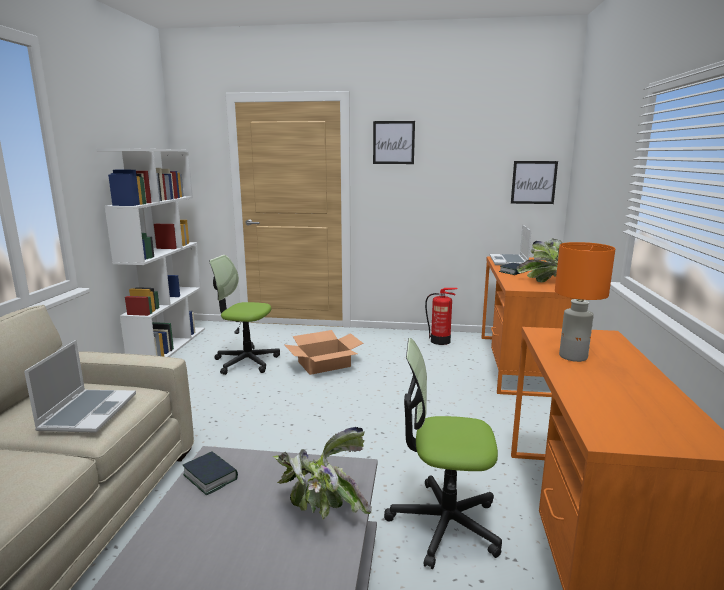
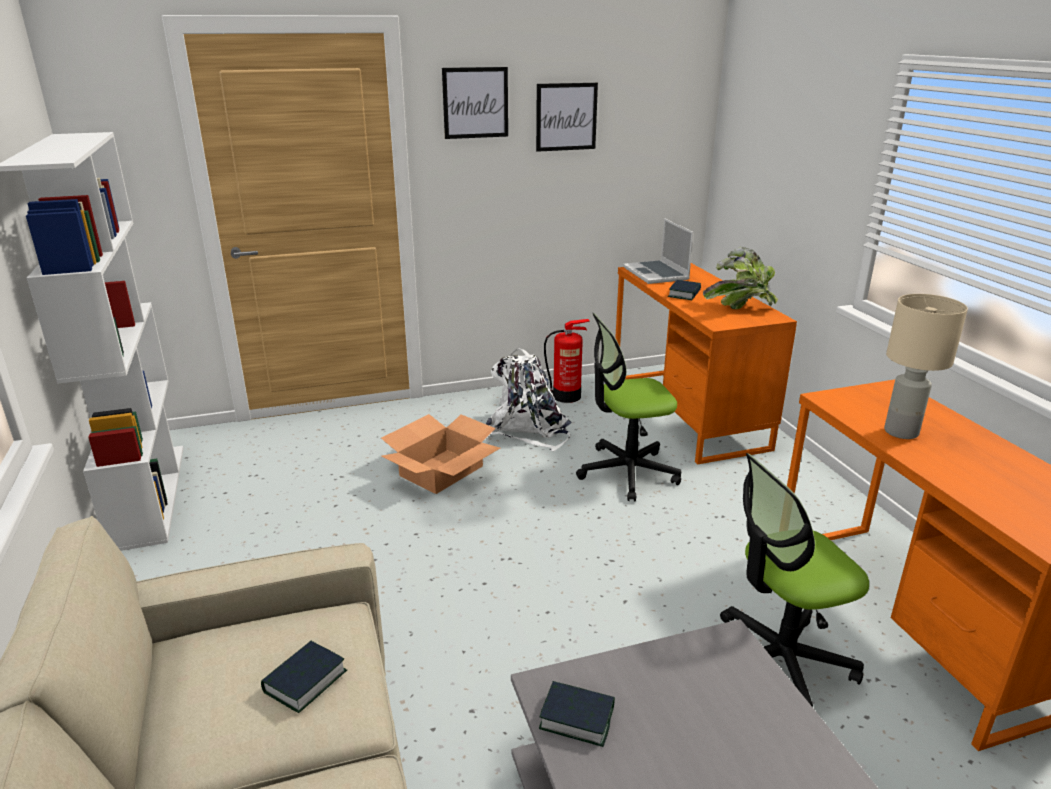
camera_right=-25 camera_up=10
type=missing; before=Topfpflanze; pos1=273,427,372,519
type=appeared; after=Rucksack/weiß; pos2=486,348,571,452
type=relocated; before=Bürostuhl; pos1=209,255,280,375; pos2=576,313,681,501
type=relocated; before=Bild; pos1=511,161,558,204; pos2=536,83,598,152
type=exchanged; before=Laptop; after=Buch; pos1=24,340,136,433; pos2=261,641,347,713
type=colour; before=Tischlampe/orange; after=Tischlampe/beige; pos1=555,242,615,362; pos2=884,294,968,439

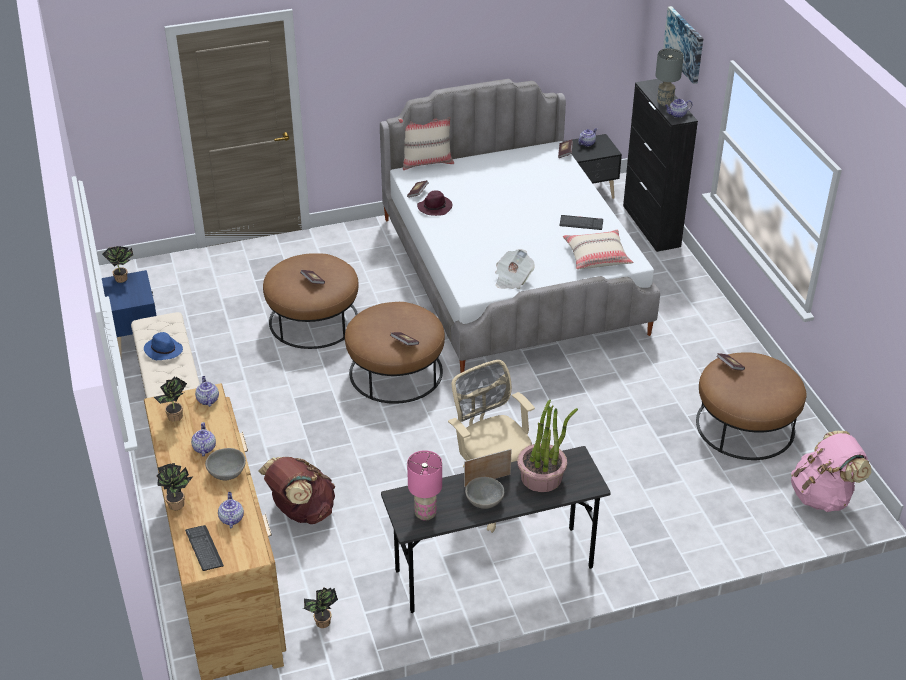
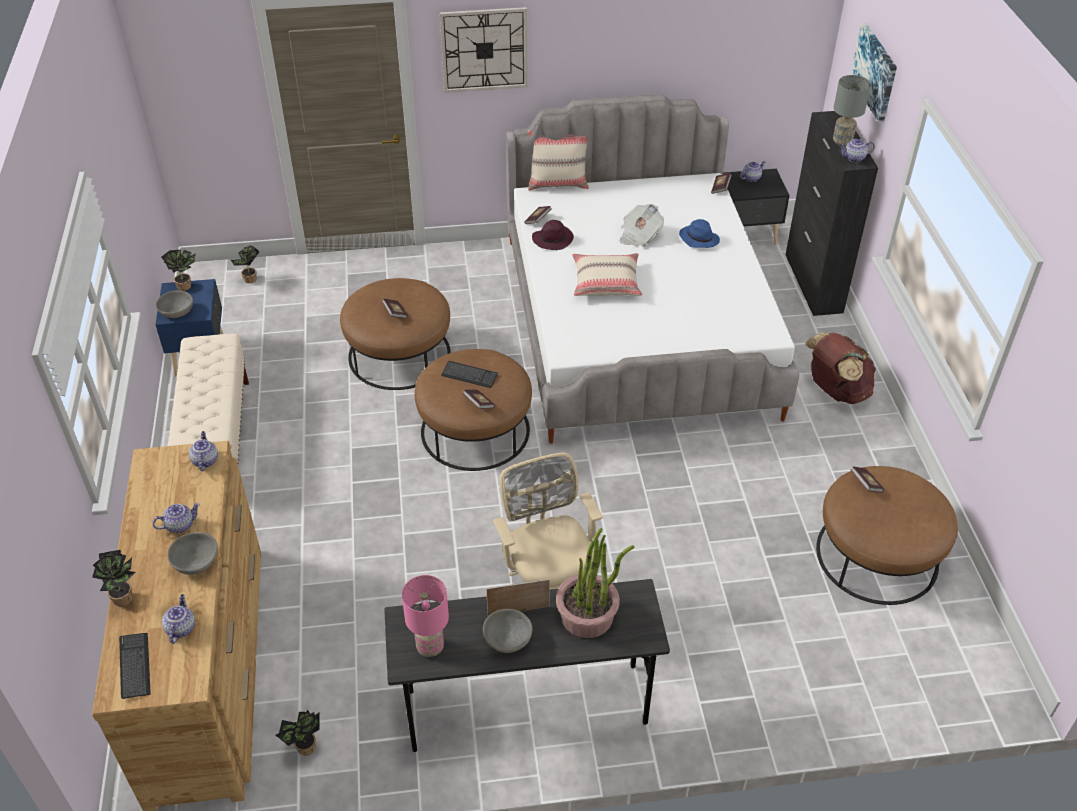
camera_right=10 camera_up=5
type=missing; before=Rucksack/rosa; pos1=791,431,871,512
type=appeared; after=Schüssel/grau; pos2=155,290,193,318
type=appeared; after=Wanduhr; pos2=440,7,527,93
type=relocated; before=Hut/blau; pos1=144,332,183,360; pos2=679,219,720,248
type=relocated; before=Topfpflanze; pos1=154,377,187,421; pos2=231,245,259,283
type=relocated; before=Rucksack/braun; pos1=258,457,335,524; pos2=805,332,876,404
type=relocated; before=Zeitung; pos1=495,249,535,289; pos2=619,204,664,247
type=relocated; before=Tastatur; pos1=559,215,603,230; pos2=441,361,498,388
type=relocated; before=Kissen/beige; pos1=563,230,633,269; pos2=572,253,642,296
type=spun; before=Teekanne; pos1=191,422,216,456; pos2=152,503,200,533; turn=60

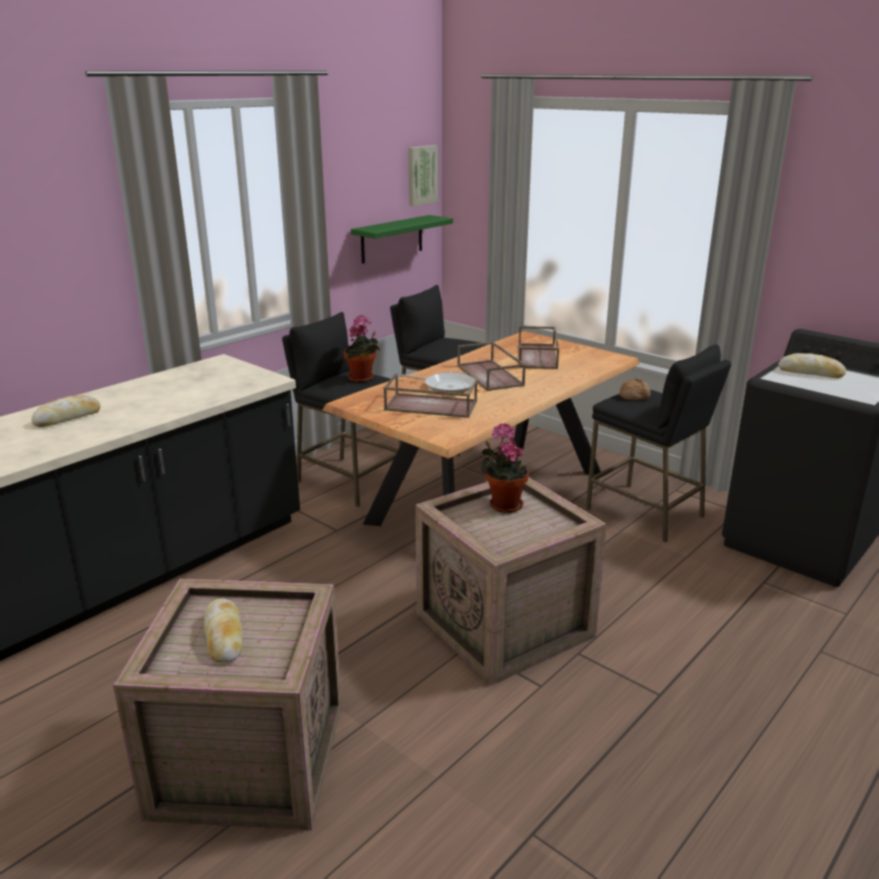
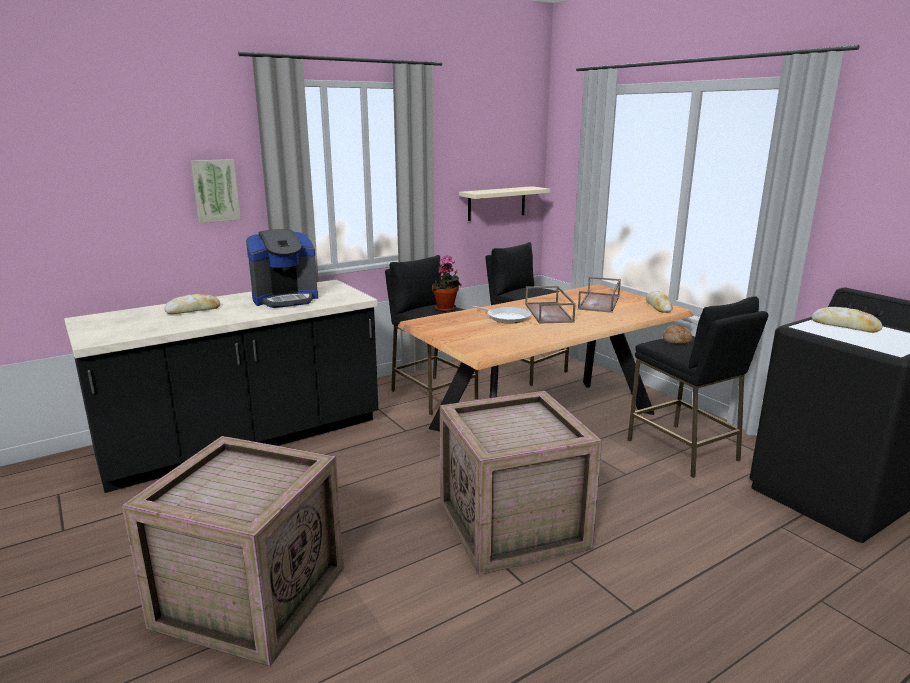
camera_right=15 camera_up=-5
type=missing; before=Tablett/braun; pos1=384,373,477,418
type=missing; before=Topfpflanze; pos1=481,424,529,513
type=appeared; after=Kaffeemaschine; pos2=246,229,318,308
type=relocated; before=Brot; pos1=204,598,242,663; pos2=646,291,673,313
type=relocated; before=Bild; pos1=408,145,438,206; pos2=191,159,241,223
type=colour; before=Wandregal/grün; after=Wandregal/beige; pos1=351,215,453,264; pos2=459,186,550,221

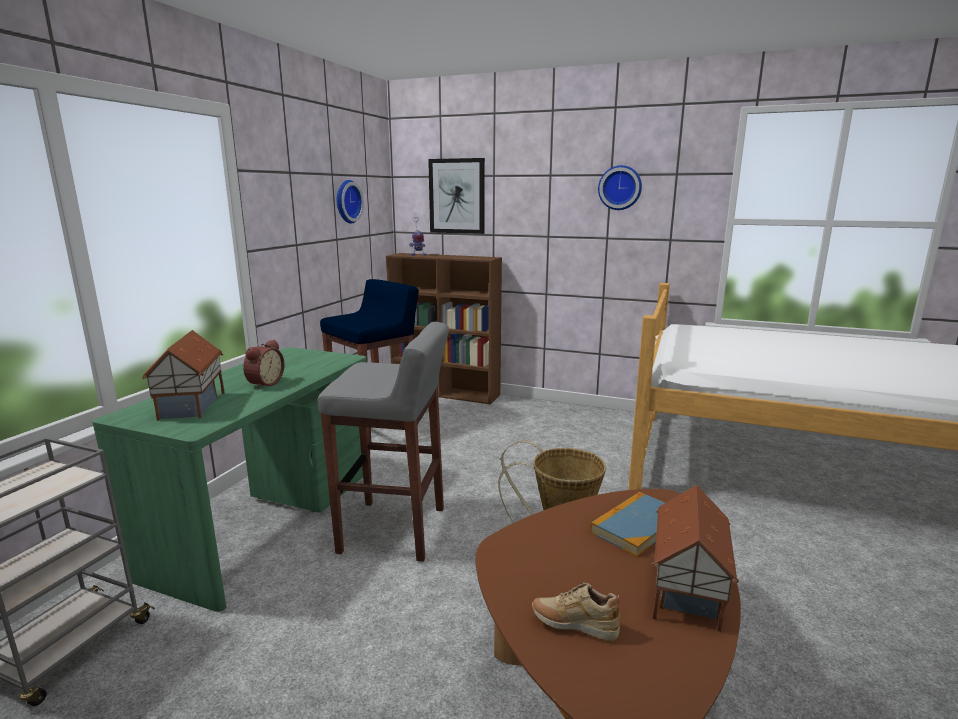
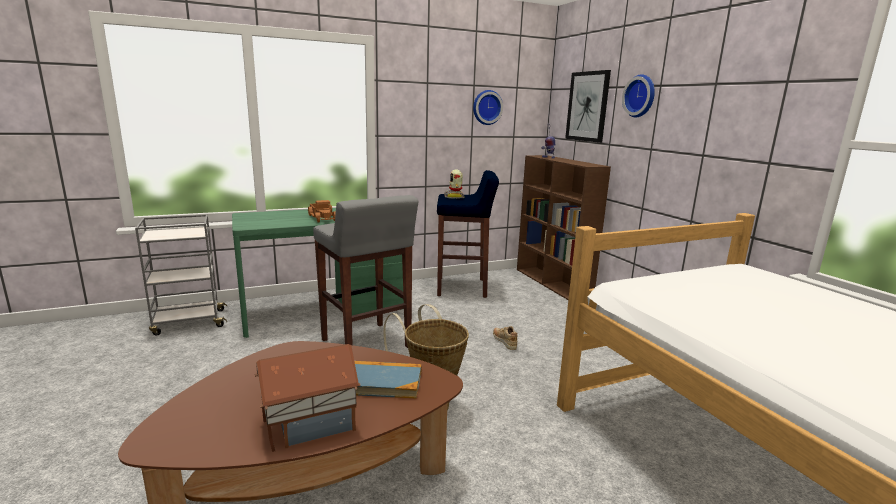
camera_right=45 camera_up=0
type=missing; before=Spielzeughaus; pos1=142,330,225,421
type=appeared; after=Spielzeugroboter; pos2=444,169,465,199
type=relocated; before=Schuh/beige; pos1=532,582,620,641; pos2=493,326,518,350
type=relocated; before=Wanduhr; pos1=598,165,642,210; pos2=622,74,655,118
type=exchanged; before=Wecker; after=Spielzeuglaster; pos1=243,340,284,389; pos2=308,200,336,223

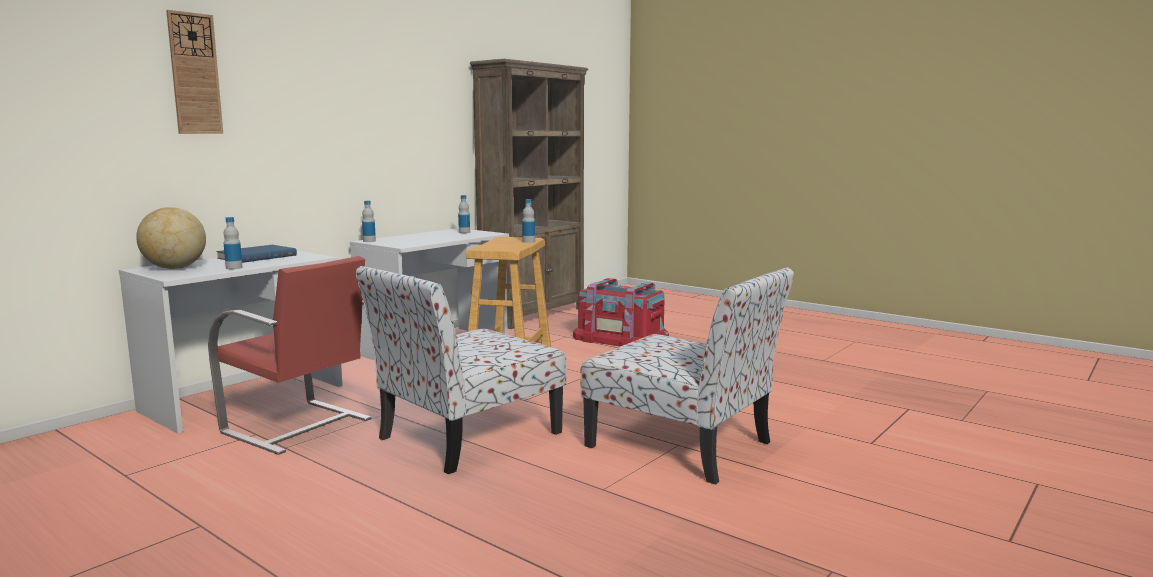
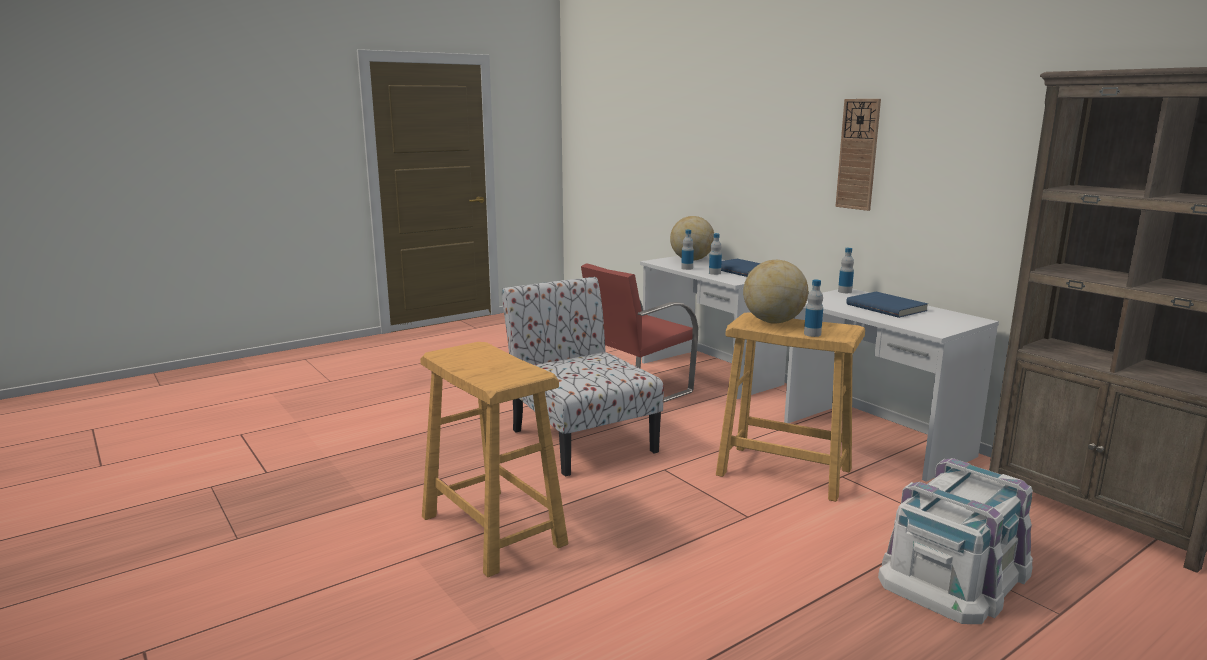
camera_right=105 camera_up=5
type=appeared; after=Globus; pos2=743,260,808,324
type=appeared; after=Buch/blau; pos2=846,292,928,318
type=relocated; before=Wanduhr; pos1=166,10,223,134; pos2=835,99,881,211
type=relocated; before=Flasche; pos1=458,195,470,233; pos2=709,233,722,275
type=exchanged; before=Stuhl; after=Hocker/beige; pos1=580,267,794,484; pos2=420,342,568,577
type=colour; before=Aufbewahrungsbox/rot; after=Aufbewahrungsbox/weiß; pos1=573,278,669,346; pos2=878,458,1033,624

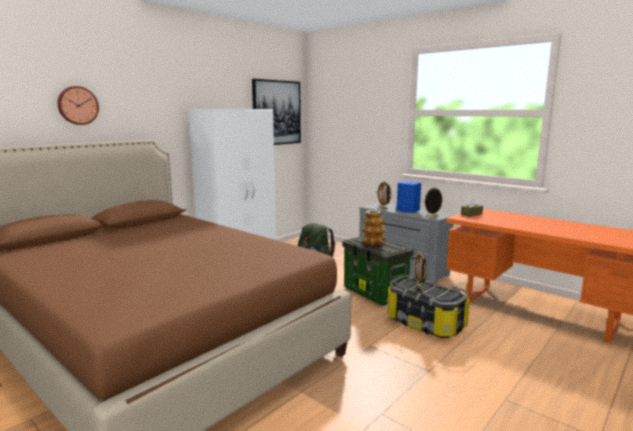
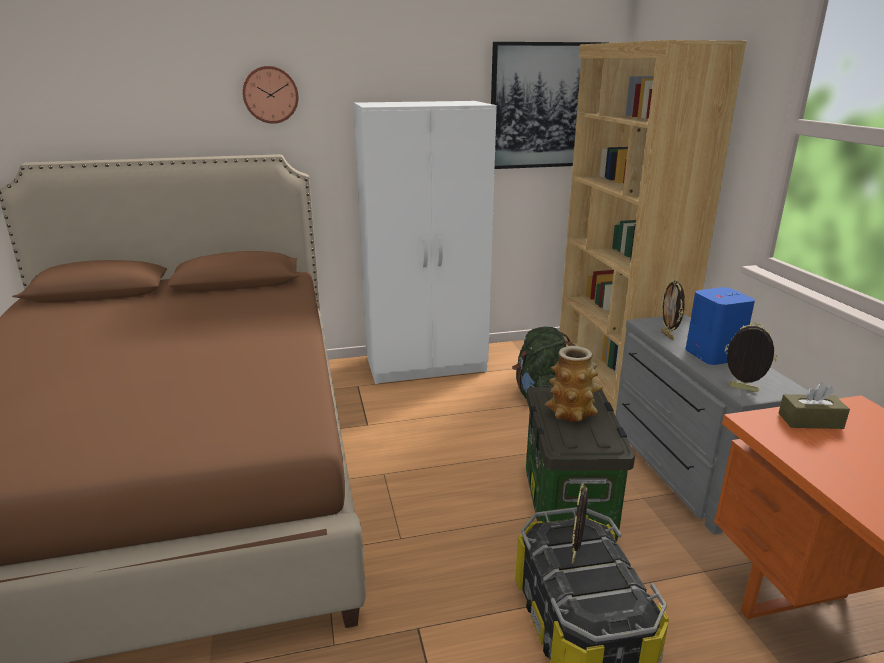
camera_right=35 camera_up=10
type=appeared; after=Bücherregal/braun; pos2=559,40,747,414
type=relocated; before=Wanduhr; pos1=57,86,99,125; pos2=242,66,298,124

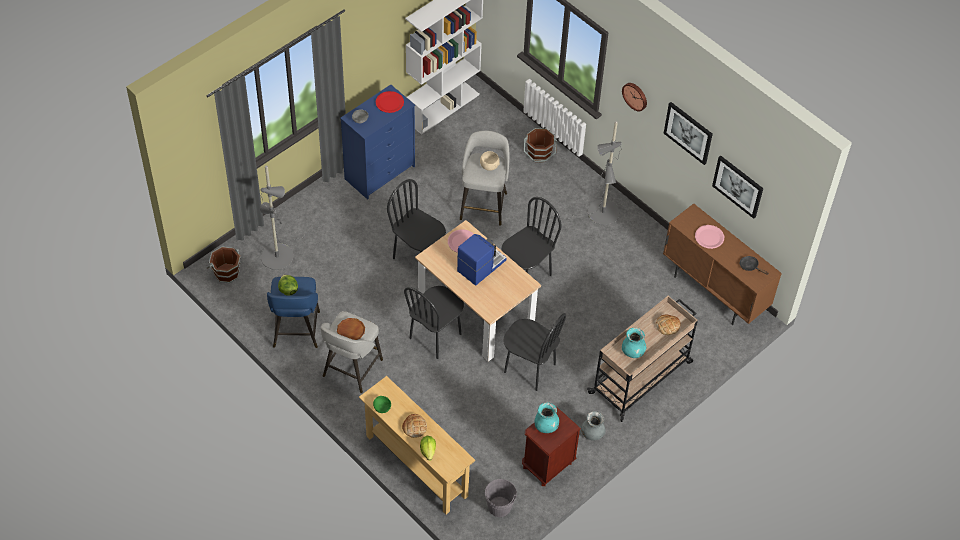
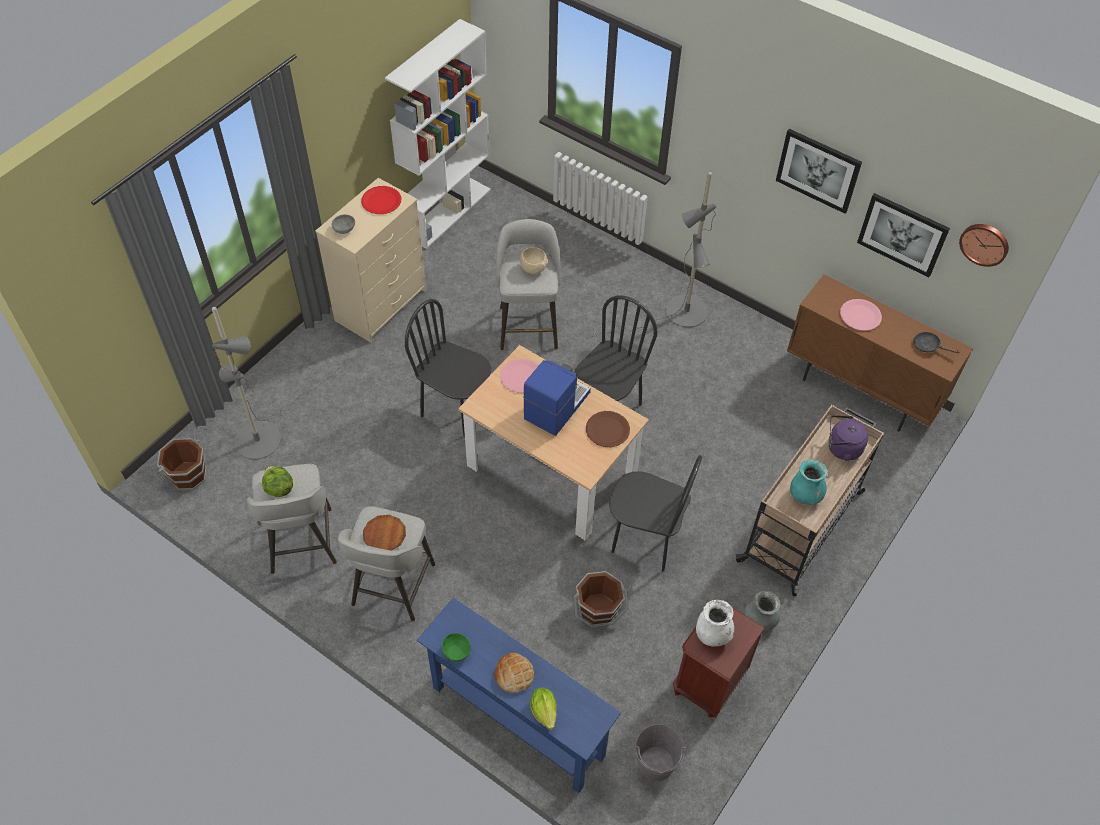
camera_right=-10 camera_up=0
type=missing; before=Stuhl/schwarz; pos1=404,286,464,359
type=appeared; after=Teller/braun; pos2=586,411,630,447
type=relocated; before=Eimer/braun; pos1=524,128,557,163; pos2=574,571,628,627
type=relocated; before=Wanduhr; pos1=622,83,647,111; pos2=959,224,1009,267
type=exchanged; before=Brot; after=Wasserkessel/lila; pos1=656,315,681,335; pos2=828,415,868,461
type=colour; before=Hocker/blau; after=Hocker/grau; pos1=267,277,320,348; pos2=247,464,337,574
type=colour; before=Kommode/blau; after=Kommode/beige; pos1=340,85,415,200; pos2=315,178,426,343
type=colour; before=Konsolentisch/beige; after=Konsolentisch/blau; pos1=359,376,475,514; pos2=417,598,621,793
type=colour; before=Vase/türkis; after=Vase/weiß; pos1=535,402,559,433; pos2=696,600,734,647

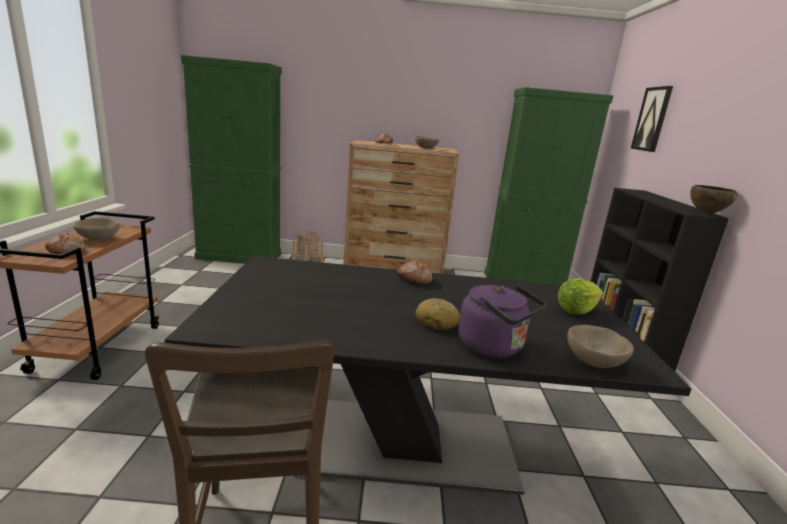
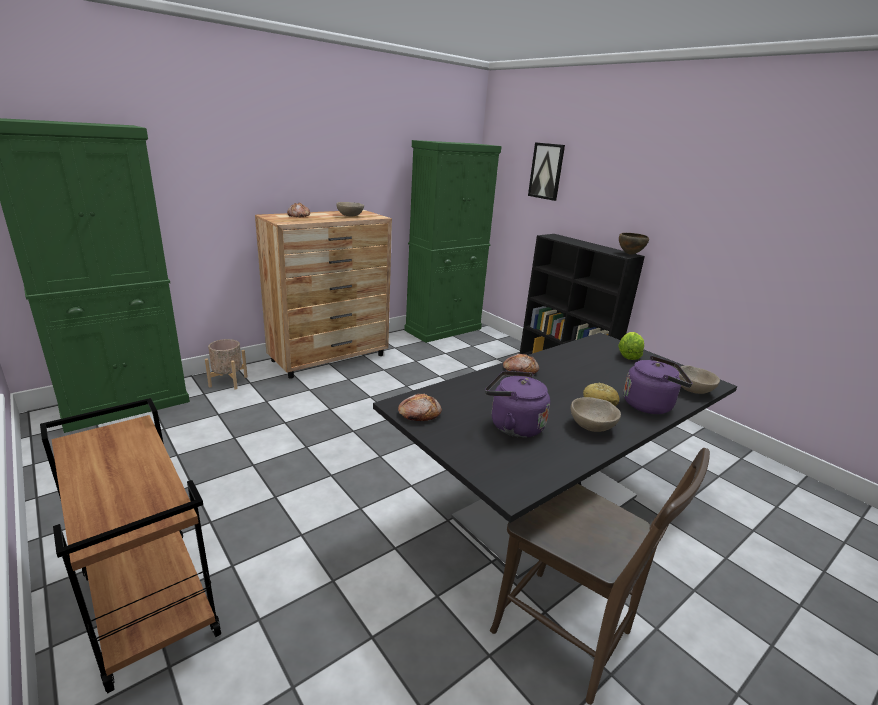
camera_right=-40 camera_up=5
type=appeared; after=Wasserkessel/lila; pos2=485,371,550,438
type=relocated; before=Brot; pos1=45,233,85,254; pos2=398,394,442,421
type=relocated; before=Schüssel/beige; pos1=73,218,119,240; pos2=571,397,621,432

